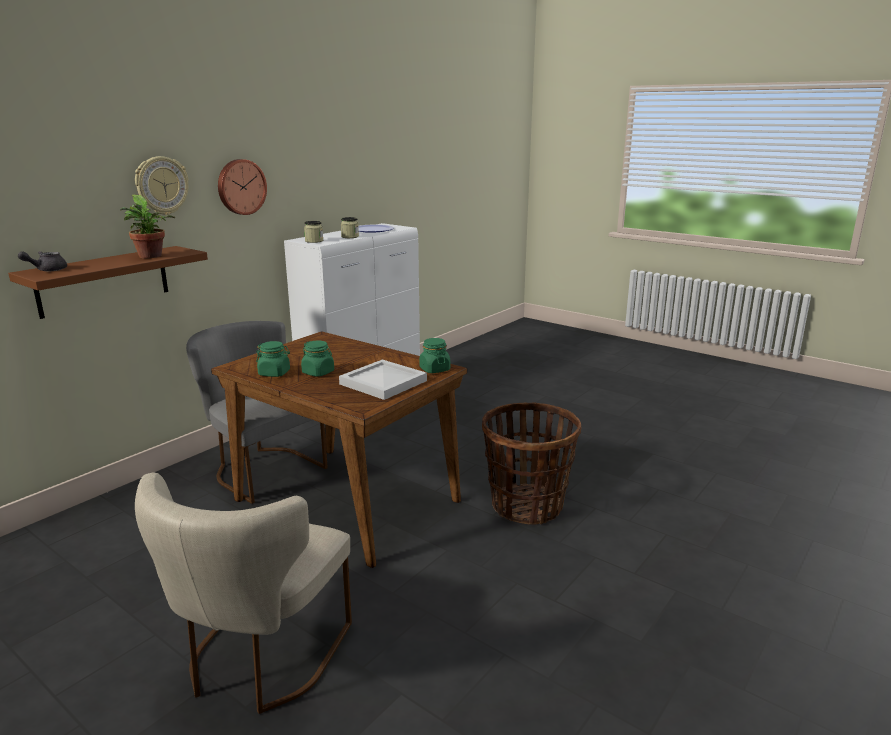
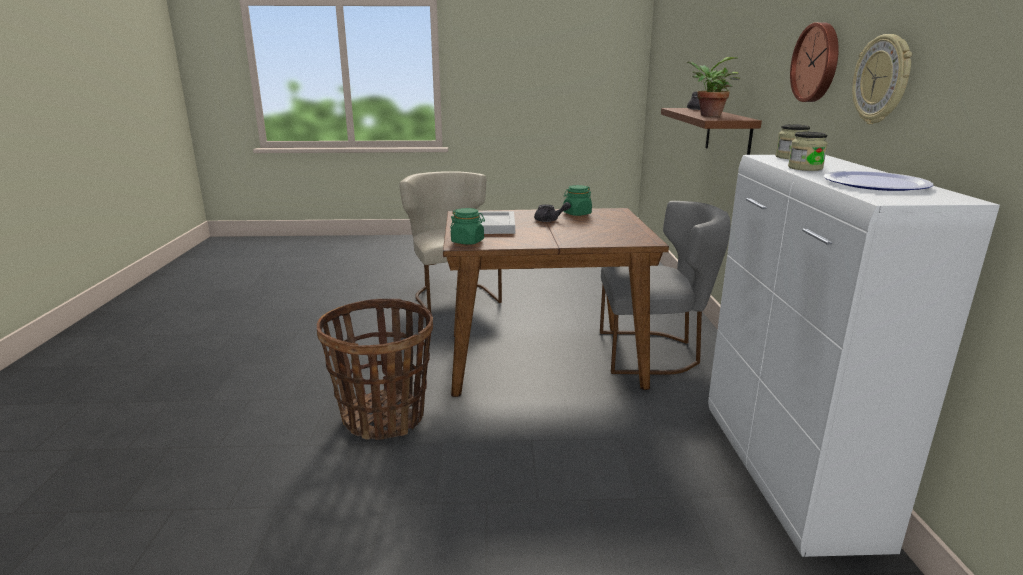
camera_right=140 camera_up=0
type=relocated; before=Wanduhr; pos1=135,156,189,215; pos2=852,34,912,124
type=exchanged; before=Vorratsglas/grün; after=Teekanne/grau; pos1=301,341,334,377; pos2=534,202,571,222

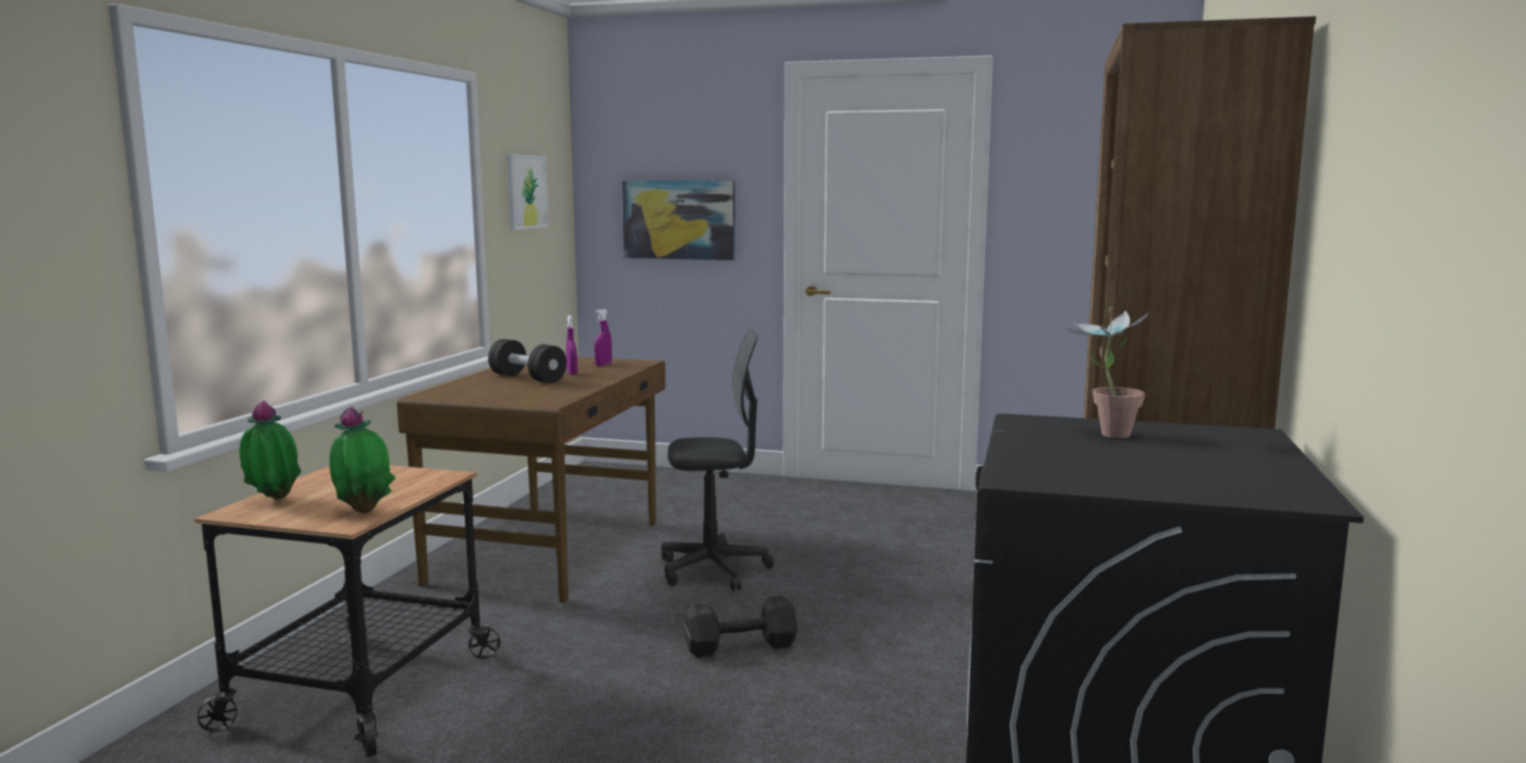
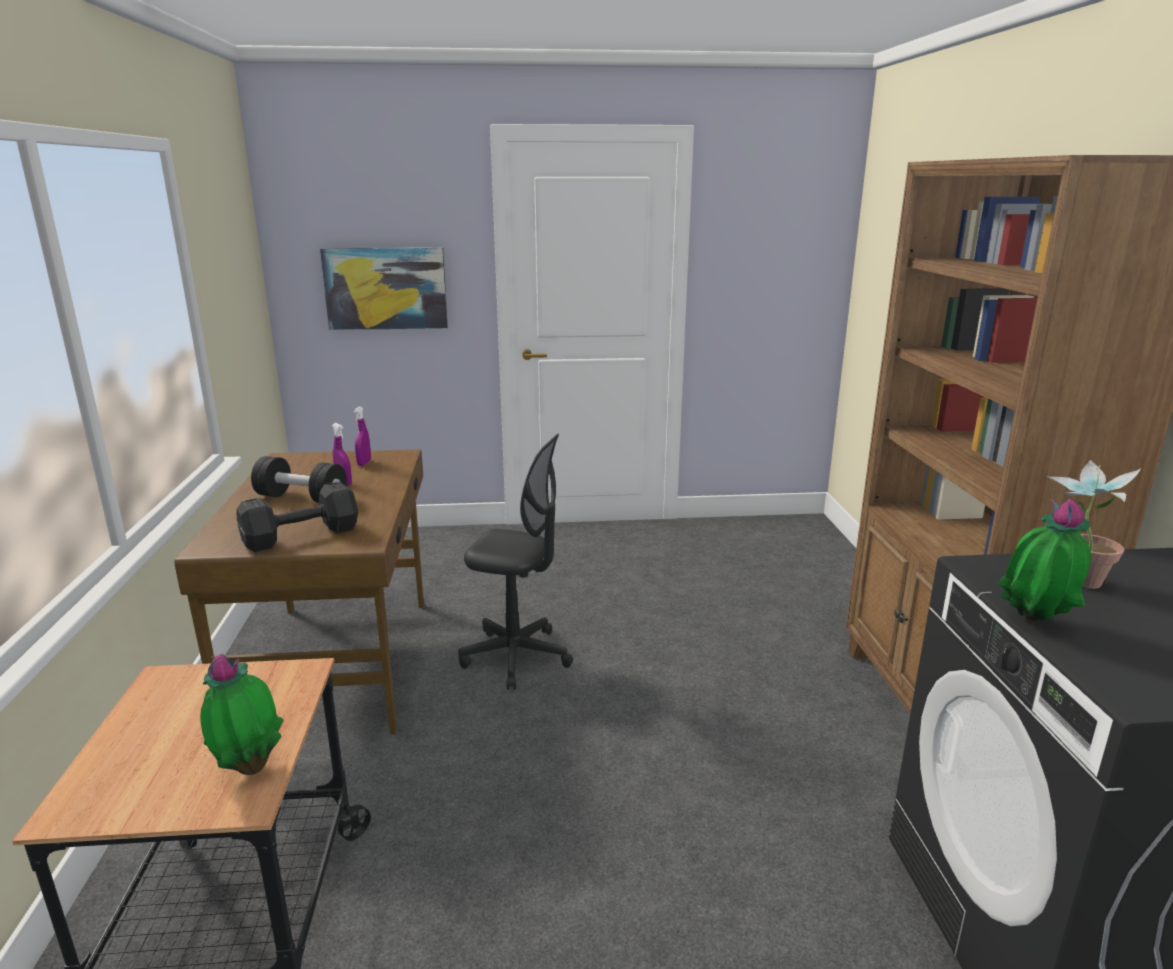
camera_right=-20 camera_up=10
type=missing; before=Bild; pos1=507,154,549,230
type=relocated; before=Topfpflanze; pos1=240,401,301,500; pos2=997,499,1091,621
type=relocated; before=Hantel/schwarz; pos1=685,596,798,657; pos2=236,482,358,552
type=spun; before=Bürostuhl/schwarz; pos1=661,329,774,591; pos2=458,434,573,690; turn=45

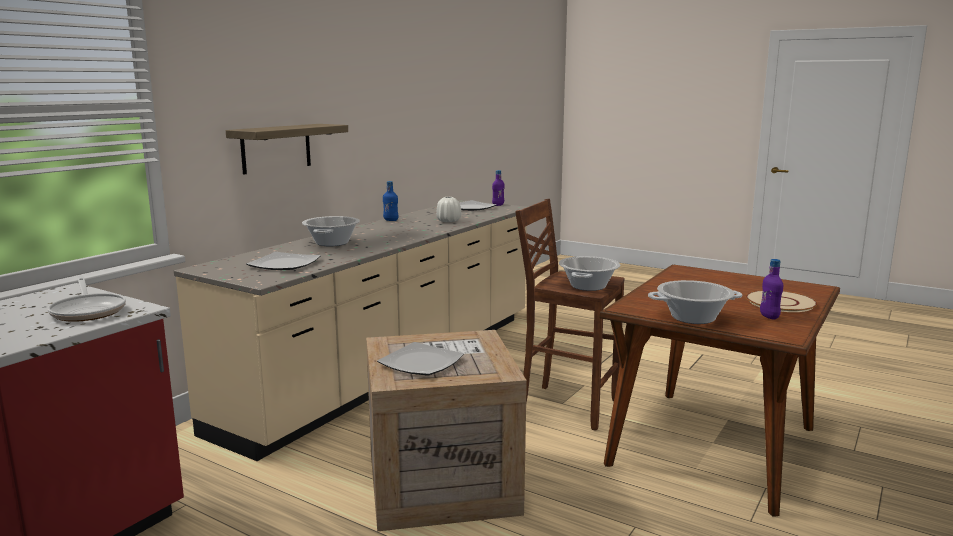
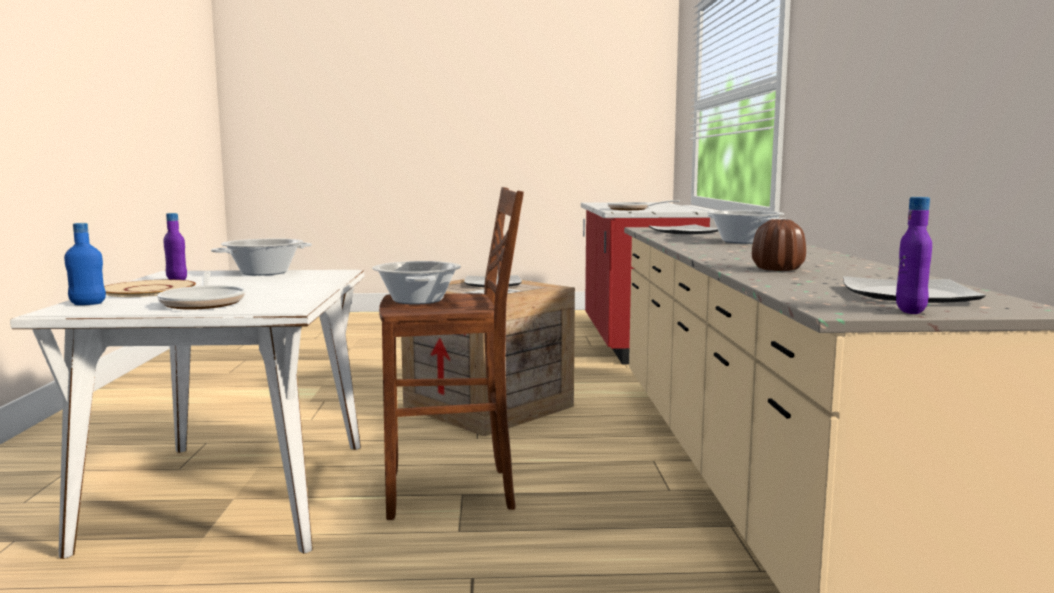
camera_right=145 camera_up=-5
type=missing; before=Wandregal; pos1=226,124,348,175
type=appeared; after=Pfanne; pos2=157,271,245,310
type=relocated; before=Flasche/blau; pos1=383,181,398,221; pos2=64,223,106,305
type=colour; before=Vase/weiß; after=Vase/braun; pos1=436,197,461,222; pos2=752,219,806,271
type=colour; before=Esstisch/braun; after=Esstisch/weiß; pos1=600,265,840,517; pos2=10,270,364,559

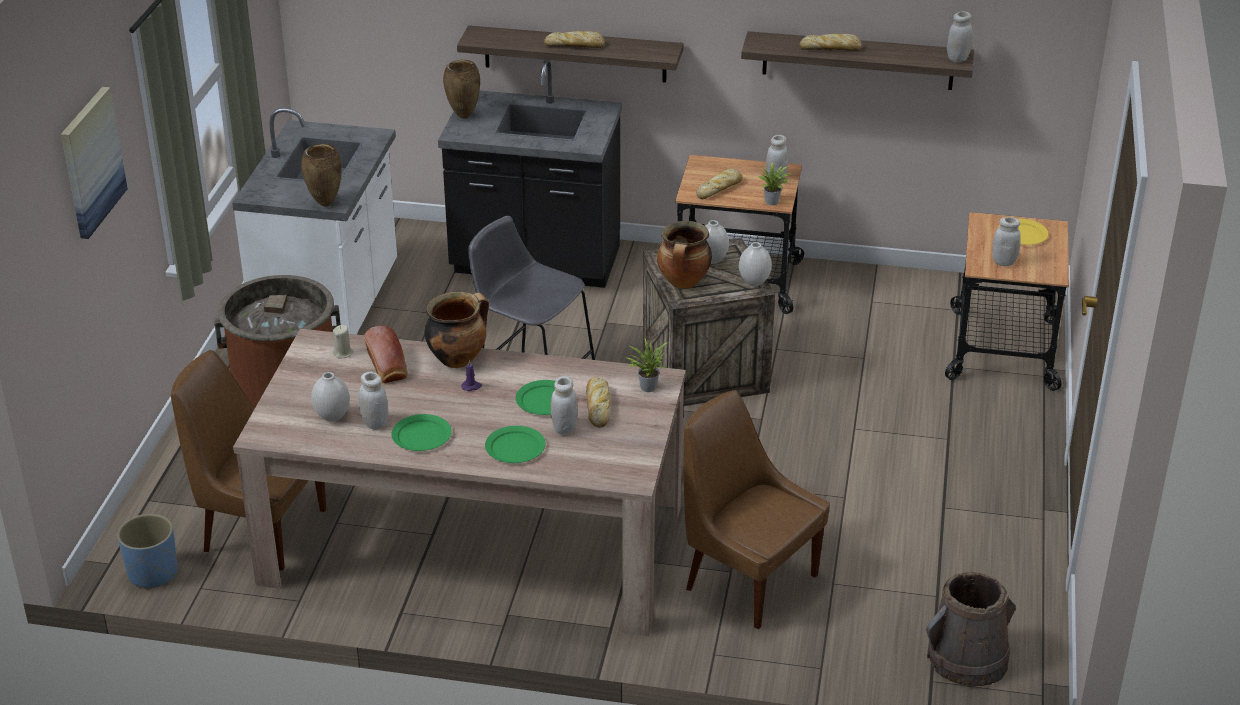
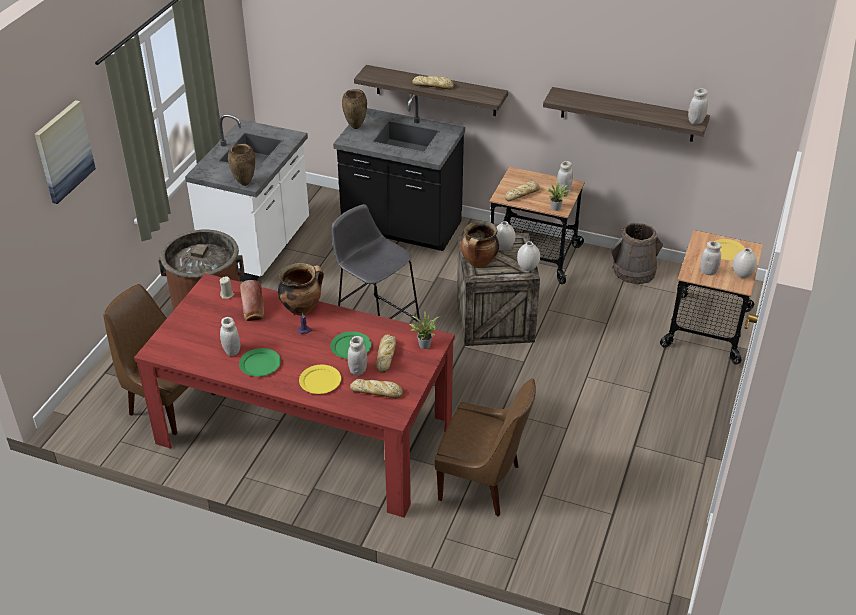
camera_right=10 camera_up=5
type=missing; before=Pflanzkübel/blau; pos1=117,514,178,589
type=relocated; before=Vase/weiß; pos1=311,372,350,422; pos2=733,248,757,278
type=relocated; before=Brot; pos1=800,34,862,51; pos2=350,379,403,398
type=relocated; before=Eimer/braun; pos1=926,572,1016,687; pos2=611,223,663,284
type=colour; before=Esstisch/beige; after=Esstisch/rot; pos1=233,329,686,636; pos2=134,273,455,517
type=colour; before=Teller/grün; after=Teller/gelb; pos1=485,426,545,463; pos2=299,365,341,394
type=spun; before=Stuhl/braun; pos1=684,390,830,629; pos2=435,378,536,517; turn=150

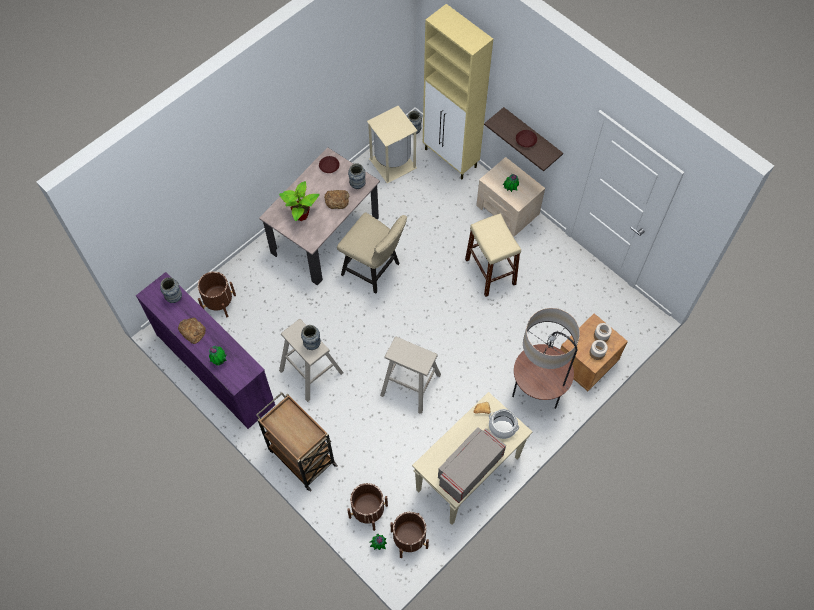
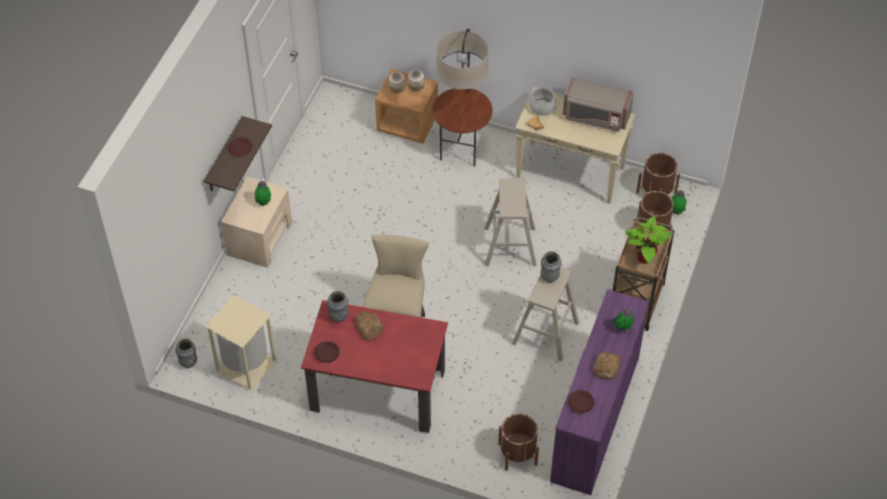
camera_right=-115 camera_up=-10
type=missing; before=Schrank/beige; pos1=423,4,493,179
type=missing; before=Hocker/beige; pos1=465,213,521,297
type=relocated; before=Topfpflanze; pos1=279,181,320,221; pos2=625,216,672,264
type=exchanged; before=Vase; after=Teller/braun; pos1=160,277,182,303; pos2=568,390,594,413
type=colour; before=Esstisch/beige; after=Esstisch/rot; pos1=259,147,380,286; pos2=301,300,448,433

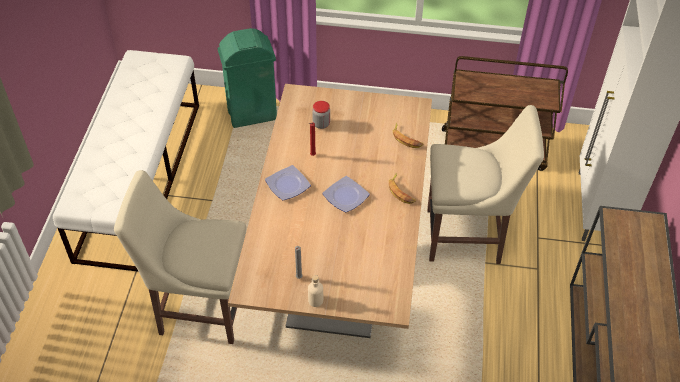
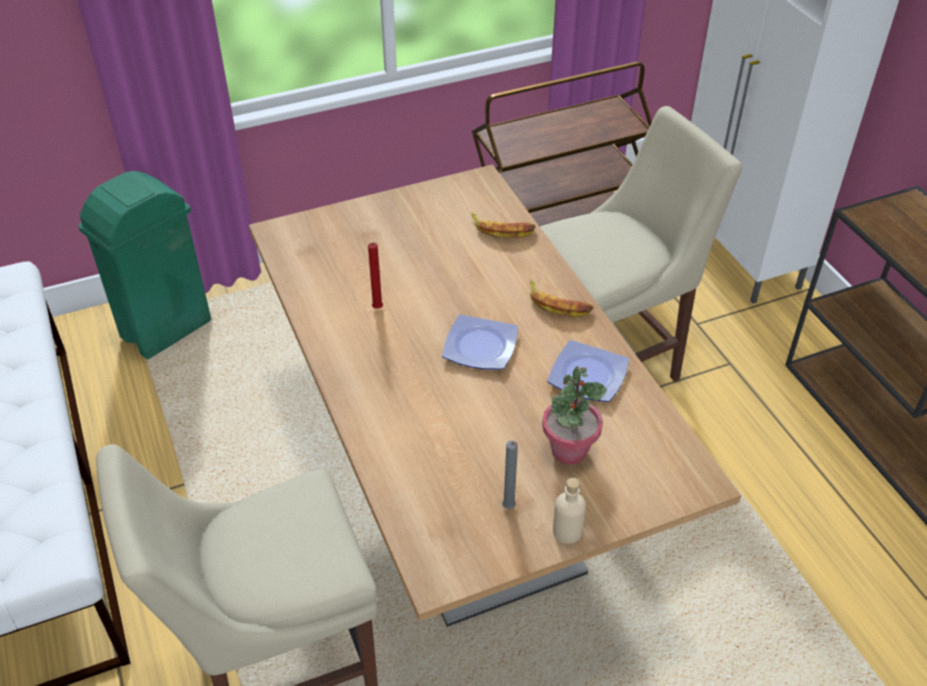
camera_right=-30 camera_up=-5
type=missing; before=Vorratsglas; pos1=312,101,330,129
type=appeared; after=Topfpflanze; pos2=542,366,607,465
type=relocated; before=Teller; pos1=265,165,311,200; pos2=547,340,629,402

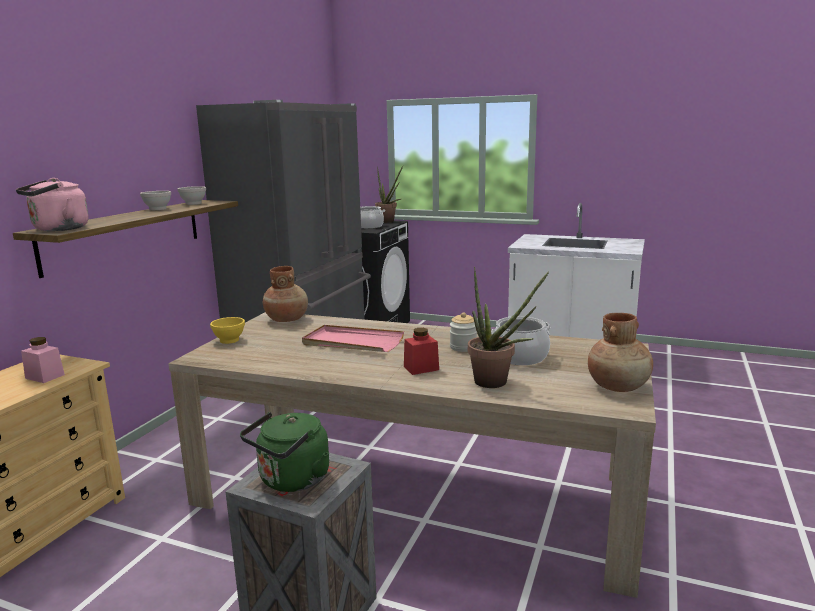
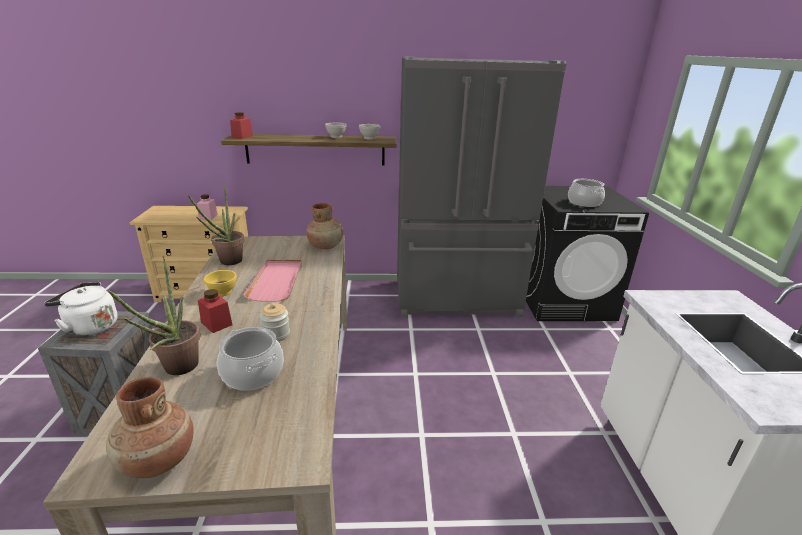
camera_right=65 camera_up=10
type=relocated; before=Schüssel/gelb; pos1=210,317,245,344; pos2=204,270,237,297
type=relocated; before=Topfpflanze; pos1=375,166,403,223; pos2=188,184,244,265
type=exchanged; before=Wasserkessel/rosa; after=Vorratsglas/rot; pos1=16,178,89,231; pos2=230,112,253,139
type=colour; before=Wasserkessel/grün; after=Wasserkessel/weiß; pos1=240,412,329,492; pos2=44,282,118,337

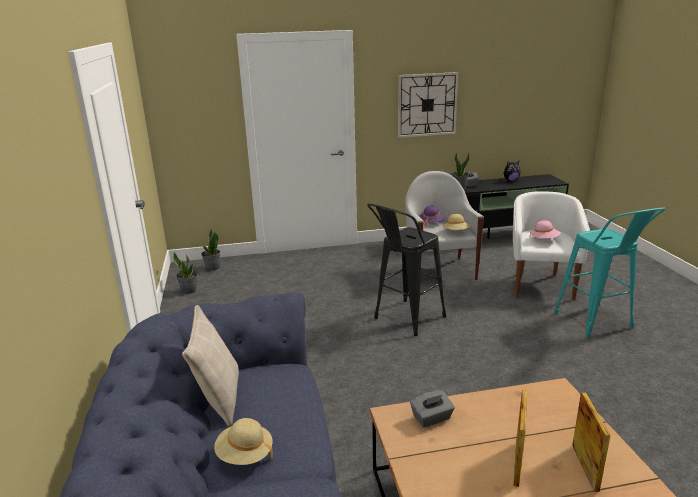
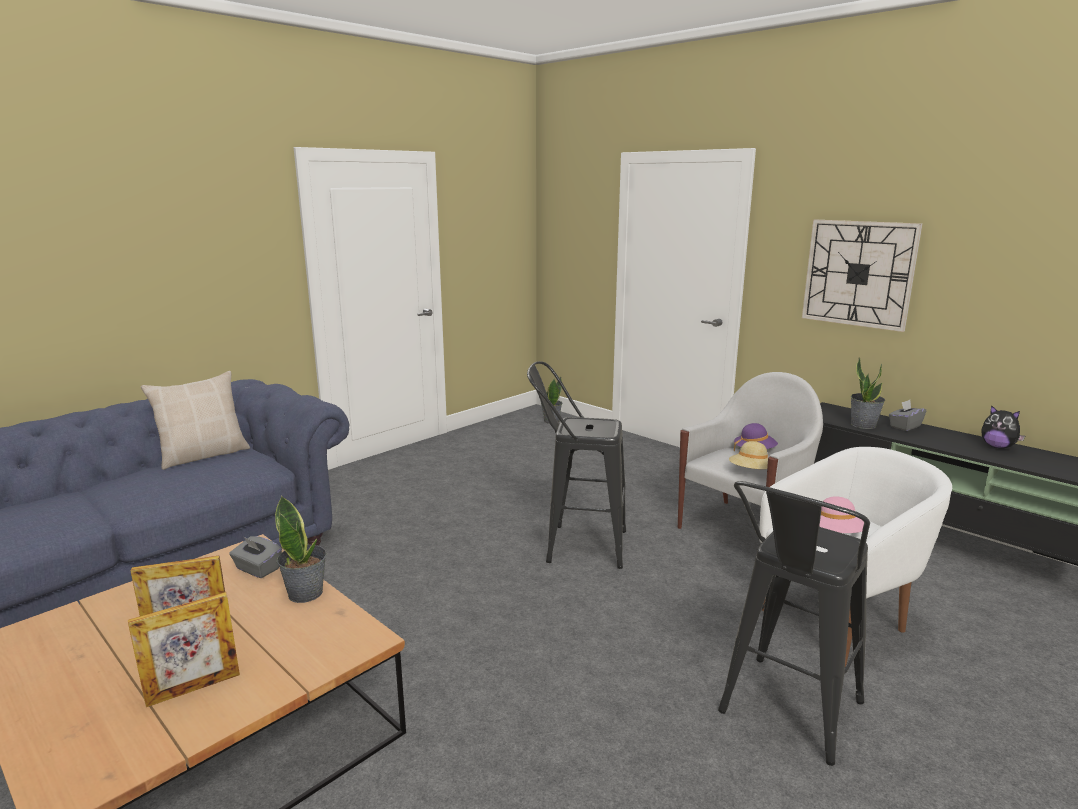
camera_right=55 camera_up=-5
type=missing; before=Hut/beige; pos1=214,418,273,465
type=relocated; before=Topfpflanze; pos1=173,252,197,294; pos2=275,496,327,603
type=colour; before=Hocker/türkis; after=Hocker/schwarz; pos1=554,207,666,338; pos2=718,481,870,766

